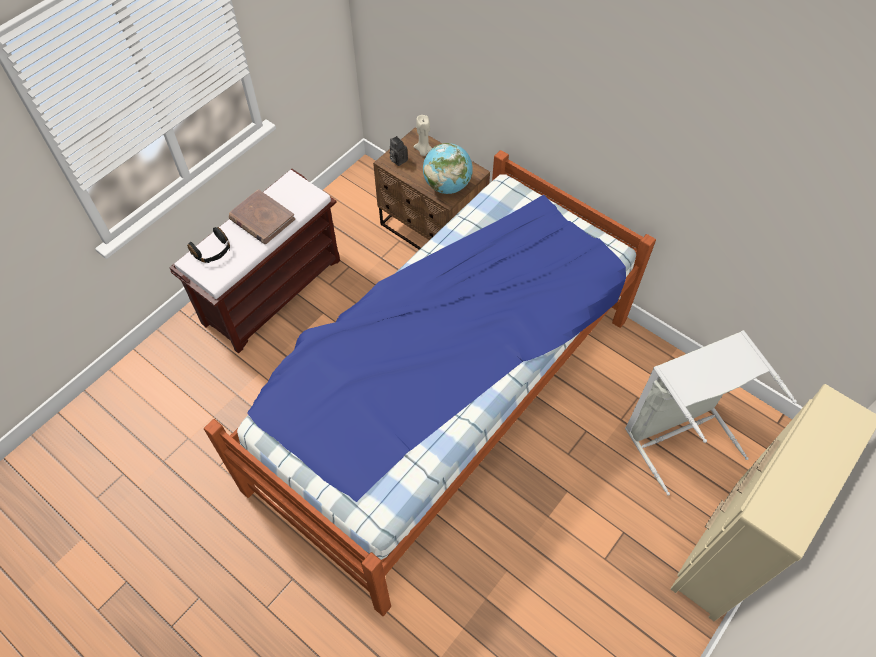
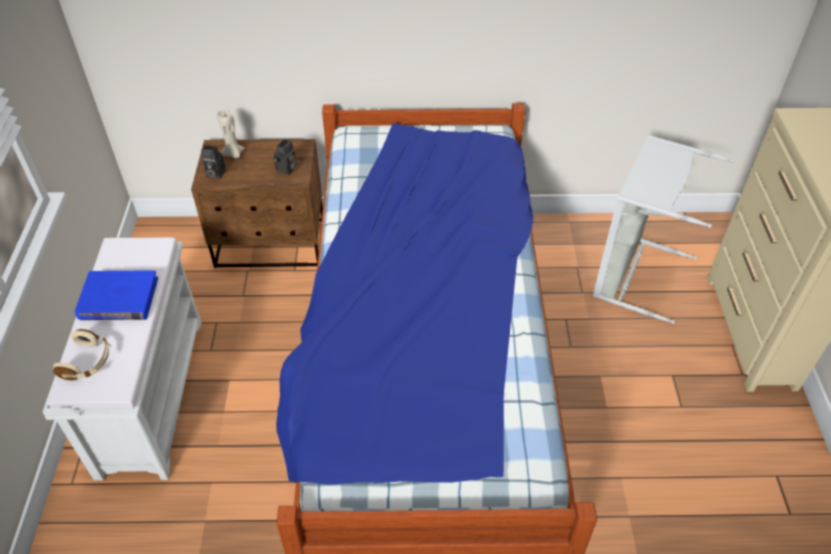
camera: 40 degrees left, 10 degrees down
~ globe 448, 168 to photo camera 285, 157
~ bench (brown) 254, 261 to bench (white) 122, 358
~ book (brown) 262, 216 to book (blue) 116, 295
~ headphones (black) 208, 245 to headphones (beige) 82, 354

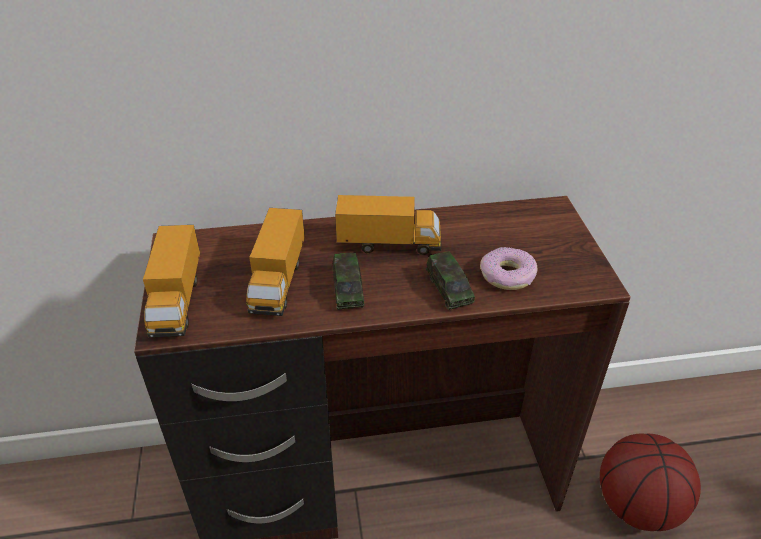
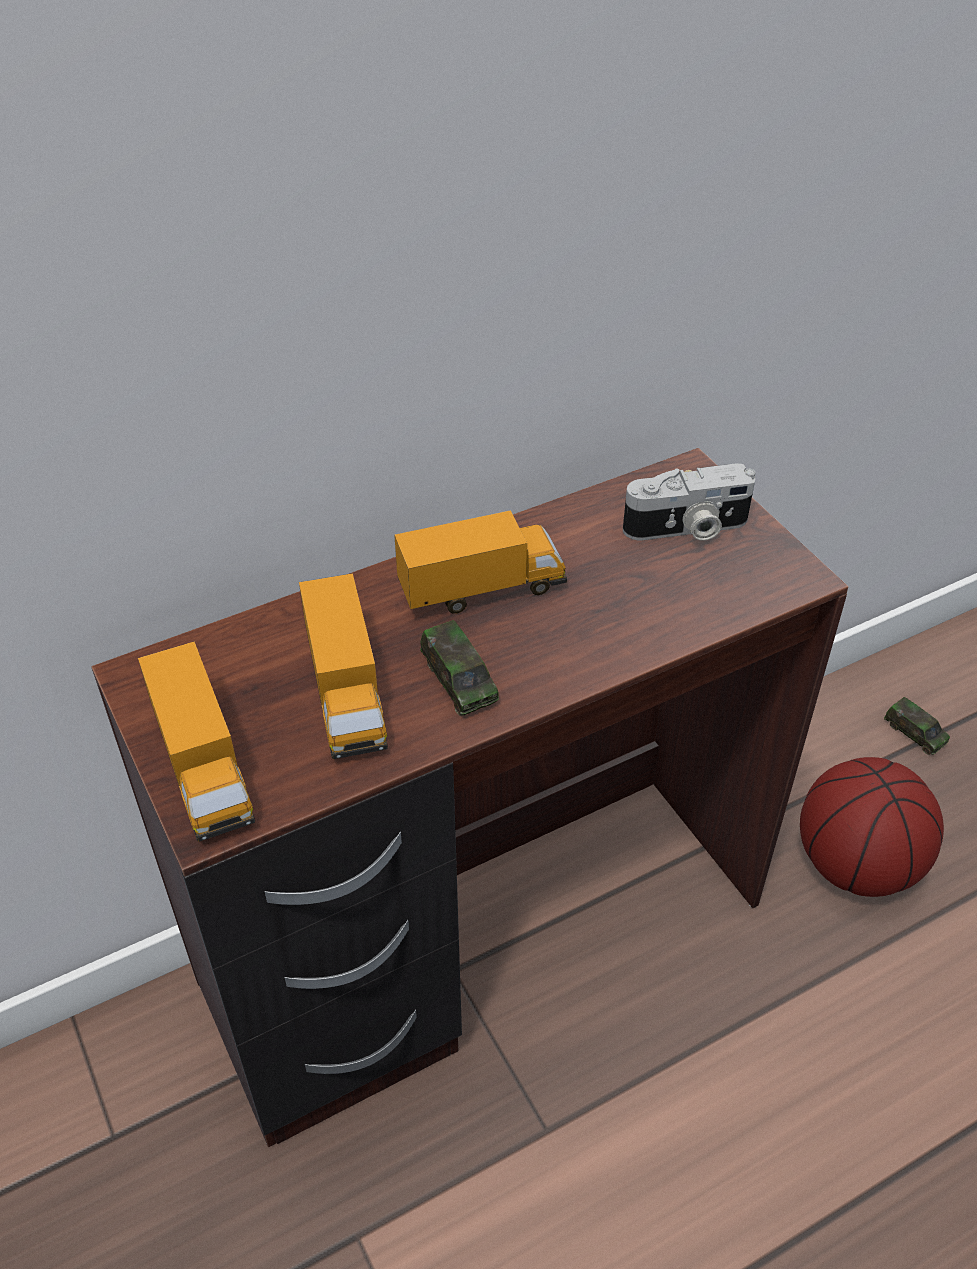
camera: 20 degrees left, 5 degrees up
- donut 509, 268
~ toy car 450, 280 to 917, 726
+ photo camera 689, 502

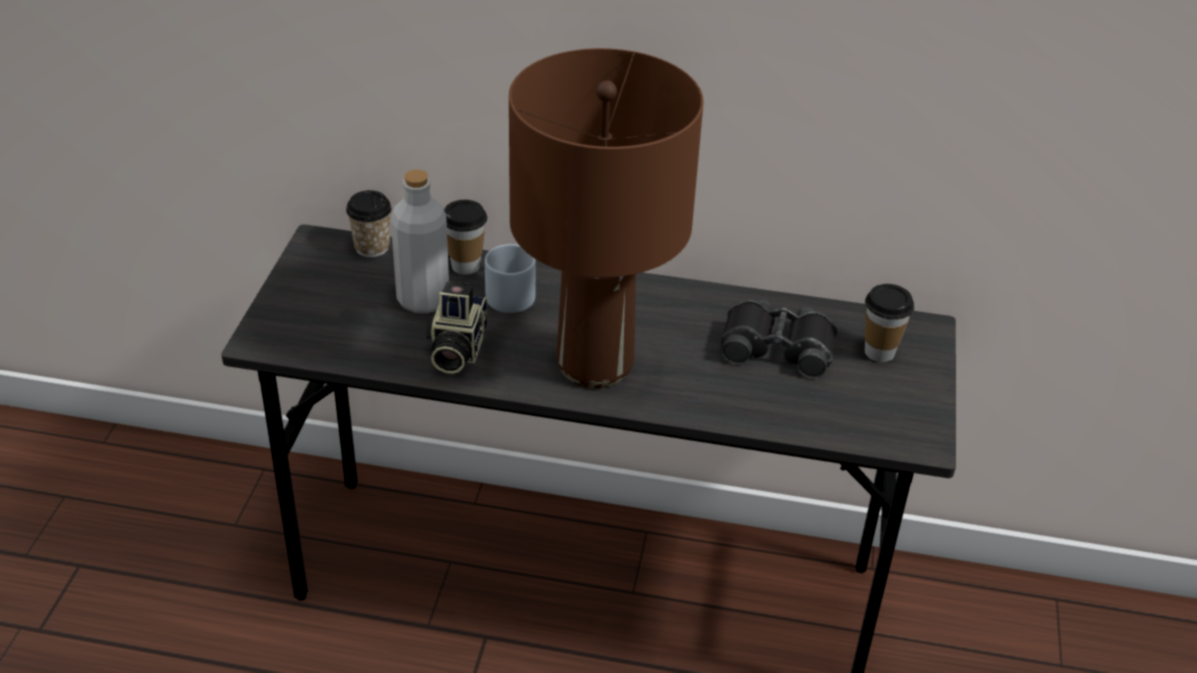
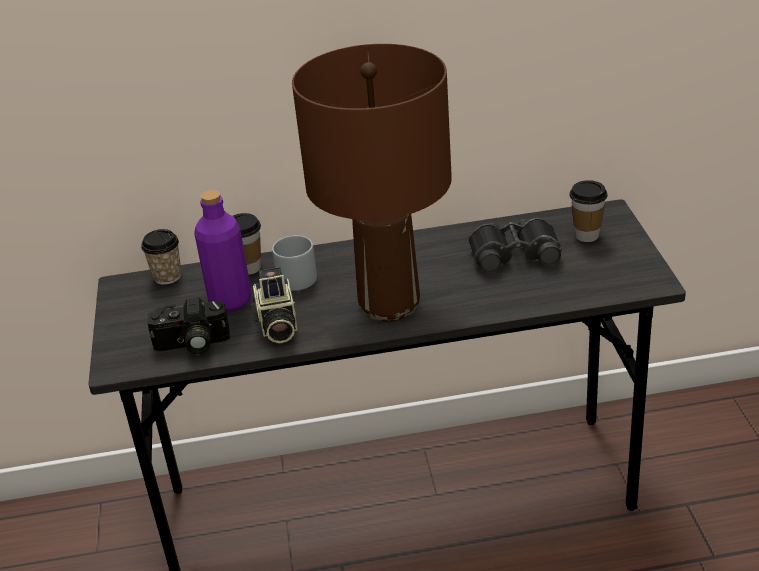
camera: 15 degrees left, 5 degrees down
~ bottle (grey) 420, 241 to bottle (purple) 223, 250
+ photo camera 188, 326

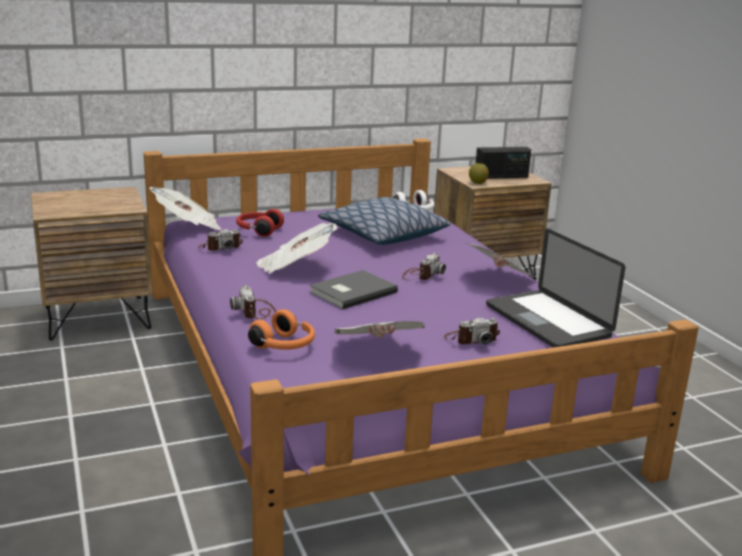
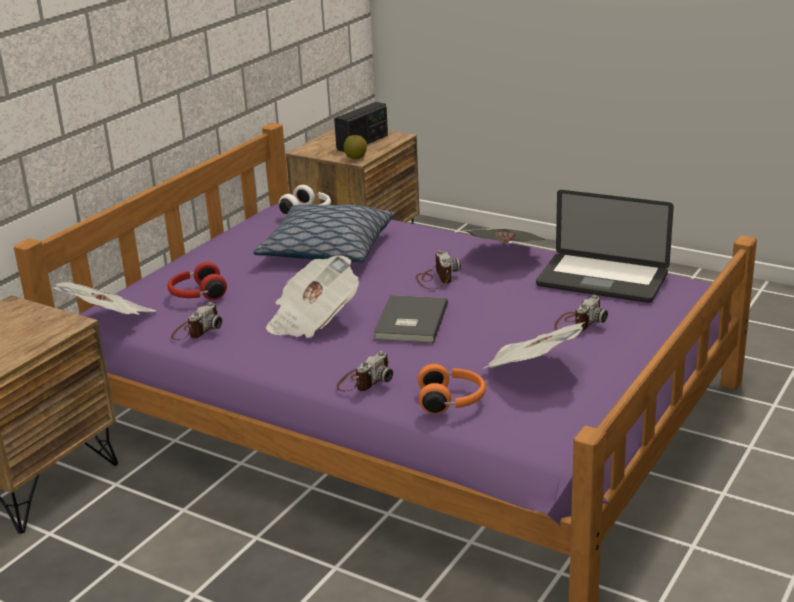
camera: 35 degrees left, 5 degrees up
~ photo camera 253, 302 = 365, 371 90 degrees counterclockwise

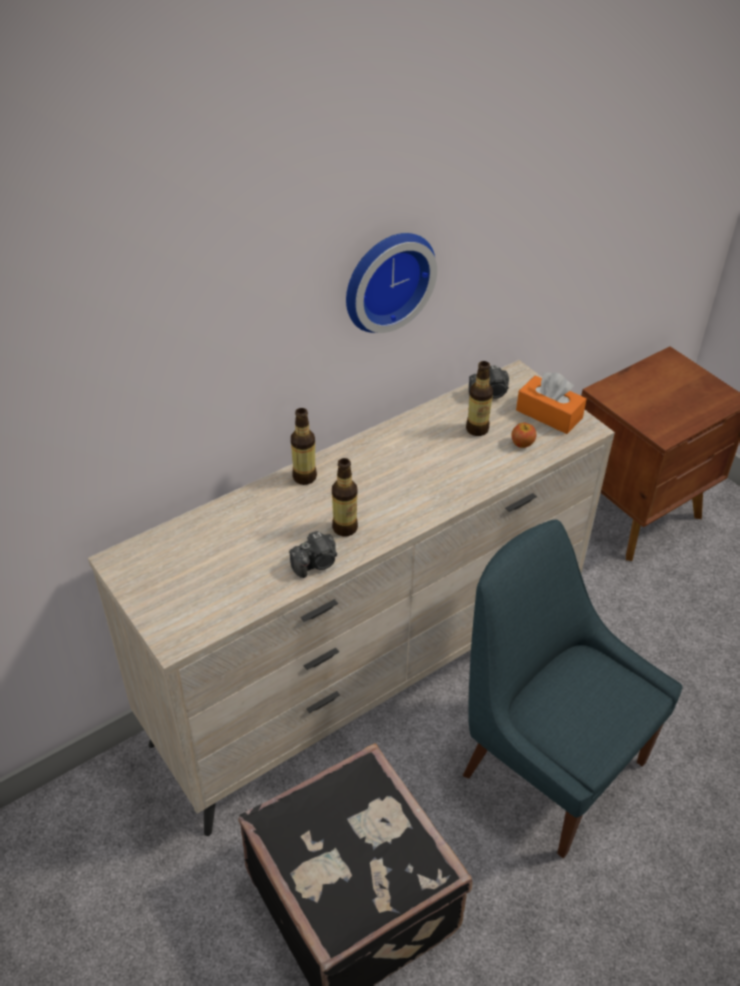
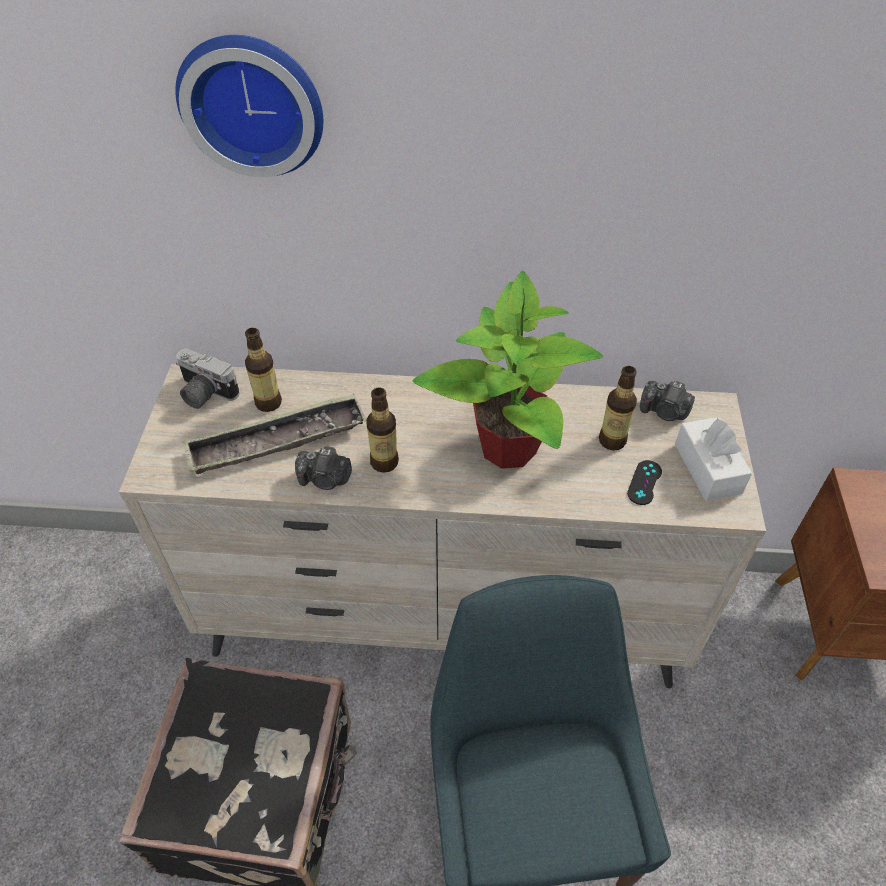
camera: 40 degrees right, 5 degrees up
~ wall clock 391, 283 to 249, 106
~ tissue box (orange) 551, 403 to tissue box (white) 713, 459
~ bottle 304, 446 to 263, 370
~ apple 523, 435 to game controller (black) 644, 482
+ potted plant 508, 370
+ photo camera 208, 379
+ tray 275, 434

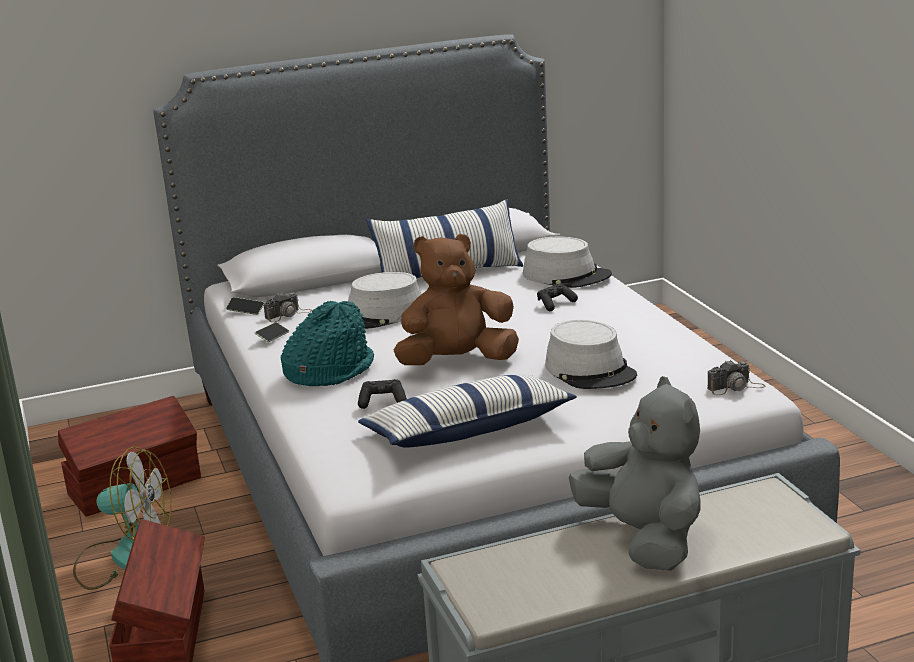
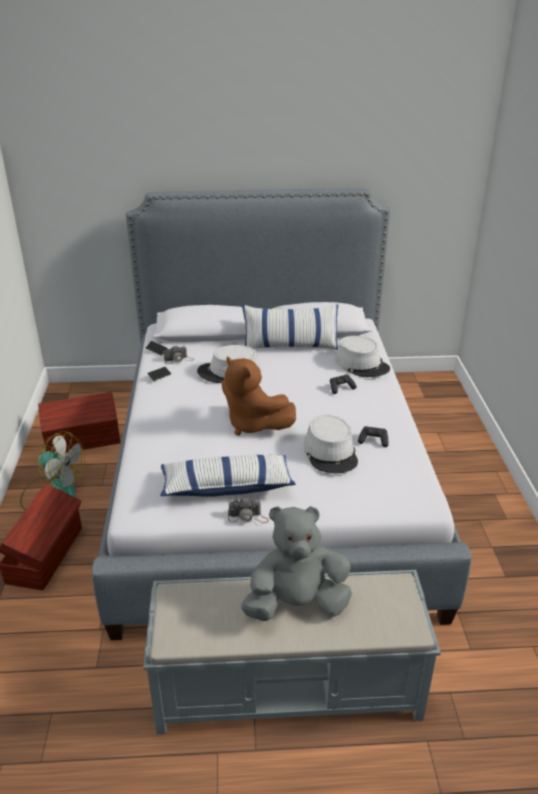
camera: 15 degrees right, 10 degrees up
~ plush toy (brown) 456, 299 = 258, 395 135 degrees counterclockwise
- hat (turquoise) 327, 343
~ photo camera 736, 377 to 248, 510
~ plush toy (grey) 634, 473 = 296, 563 90 degrees counterclockwise
~ game controller (black) 382, 394 to 373, 436

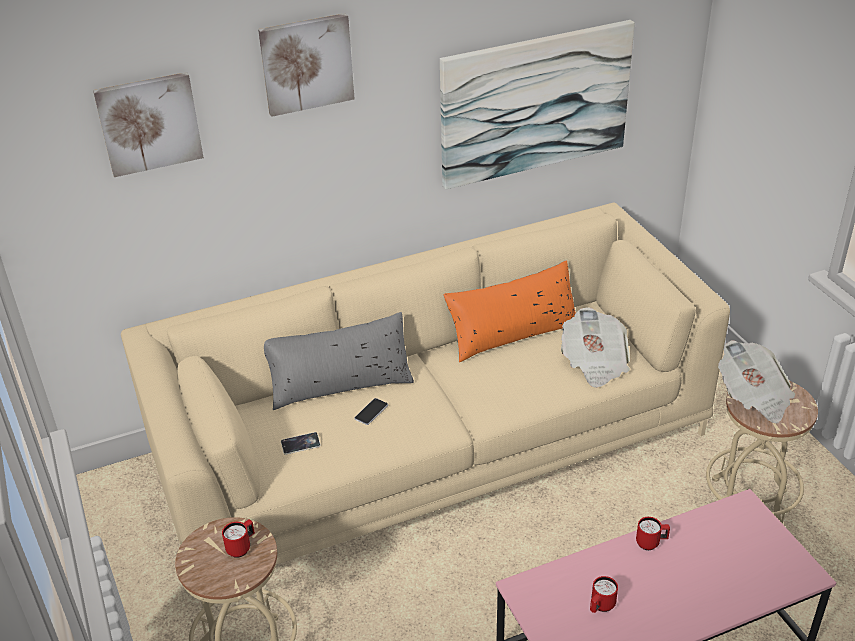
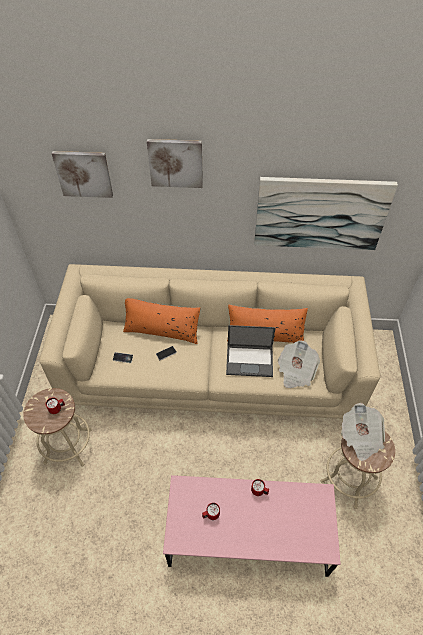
camera: 25 degrees right, 15 degrees up
~ pillow (grey) 339, 361 to pillow (orange) 161, 321
+ laptop 251, 351

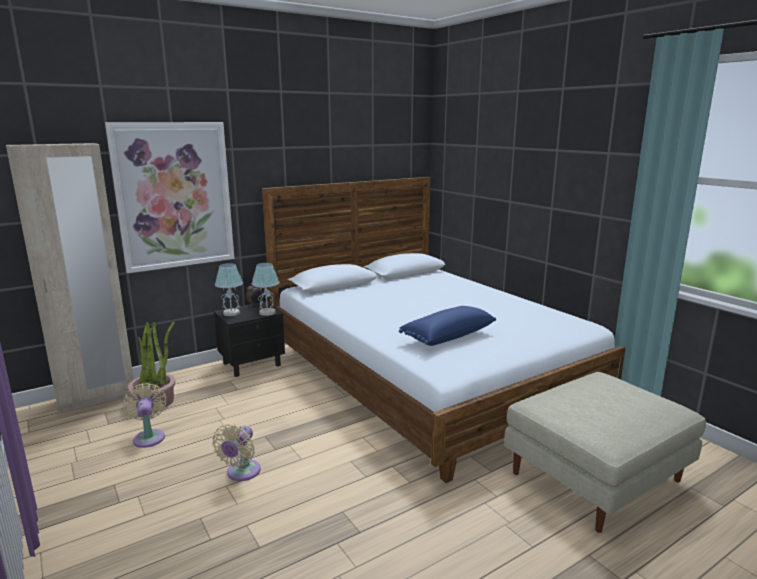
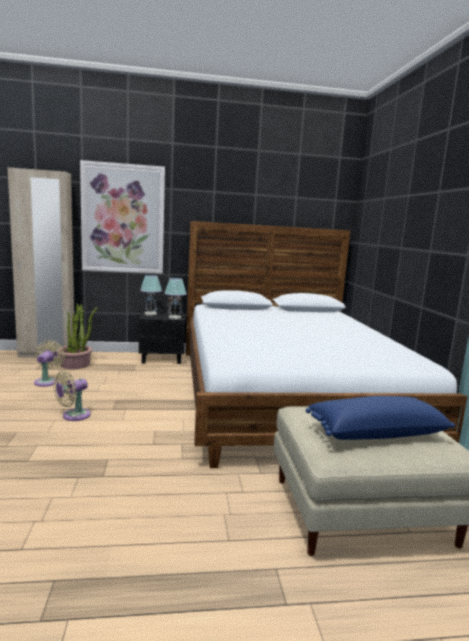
camera: 25 degrees right, 5 degrees down
~ pillow (blue) 447, 326 to 380, 418

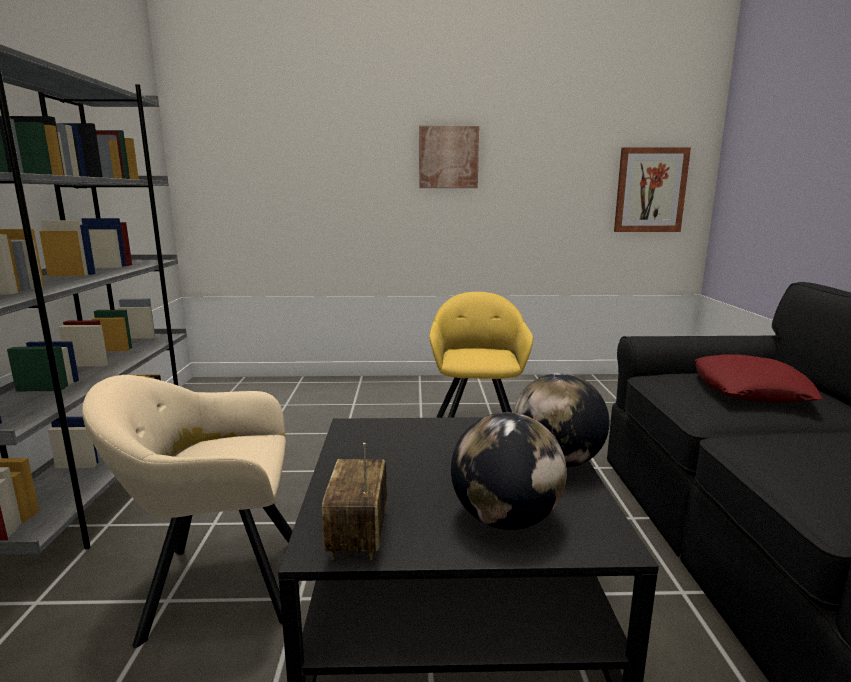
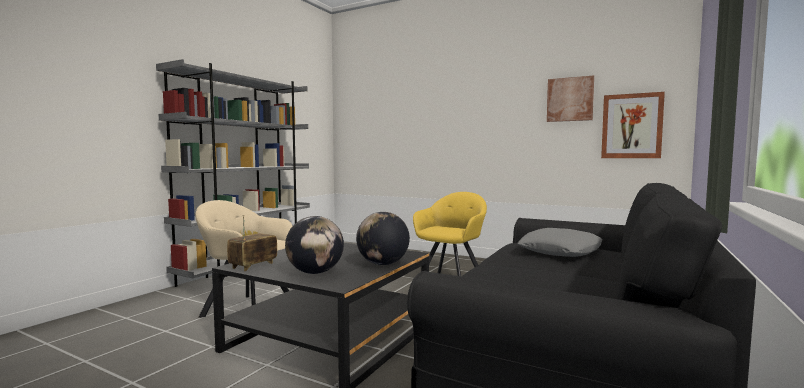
camera: 30 degrees right, 10 degrees down
~ picture 449, 157 to 570, 98
~ pillow (red) 759, 378 to pillow (grey) 560, 242

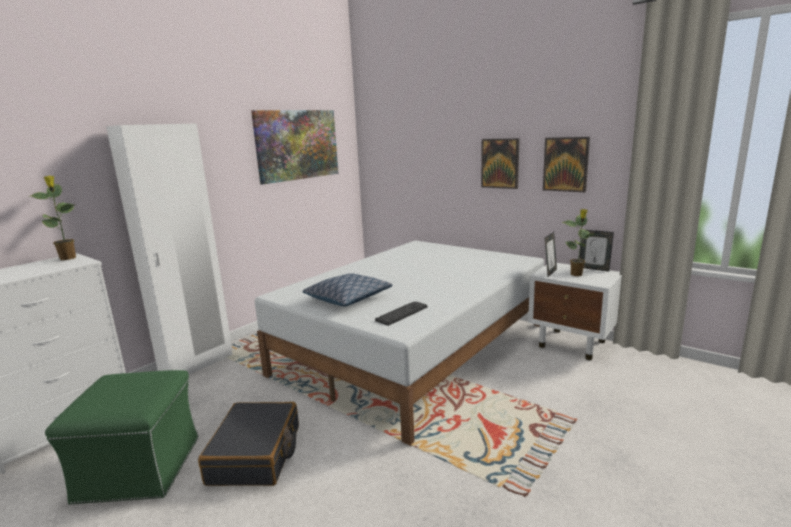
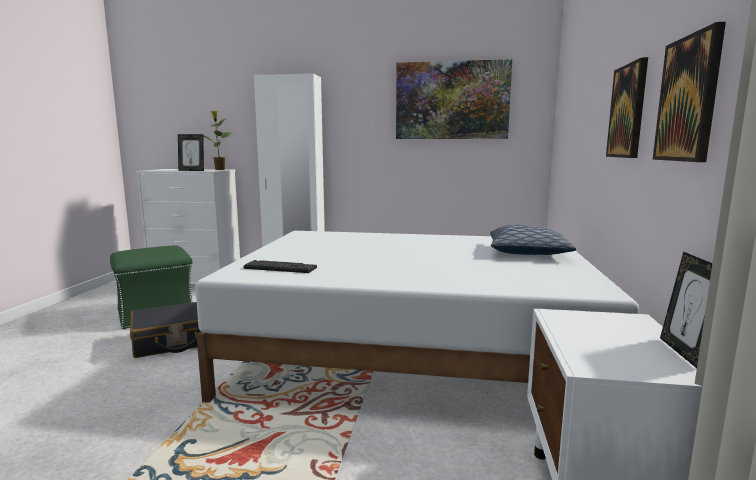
camera: 60 degrees right, 5 degrees down
- potted plant 580, 242
~ picture frame 551, 254 to 191, 152
~ pillow 348, 289 to 533, 239

